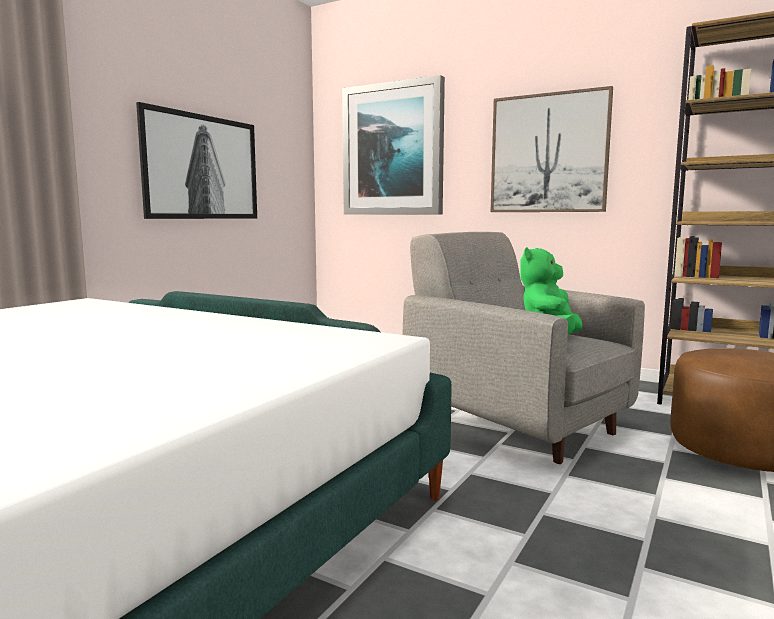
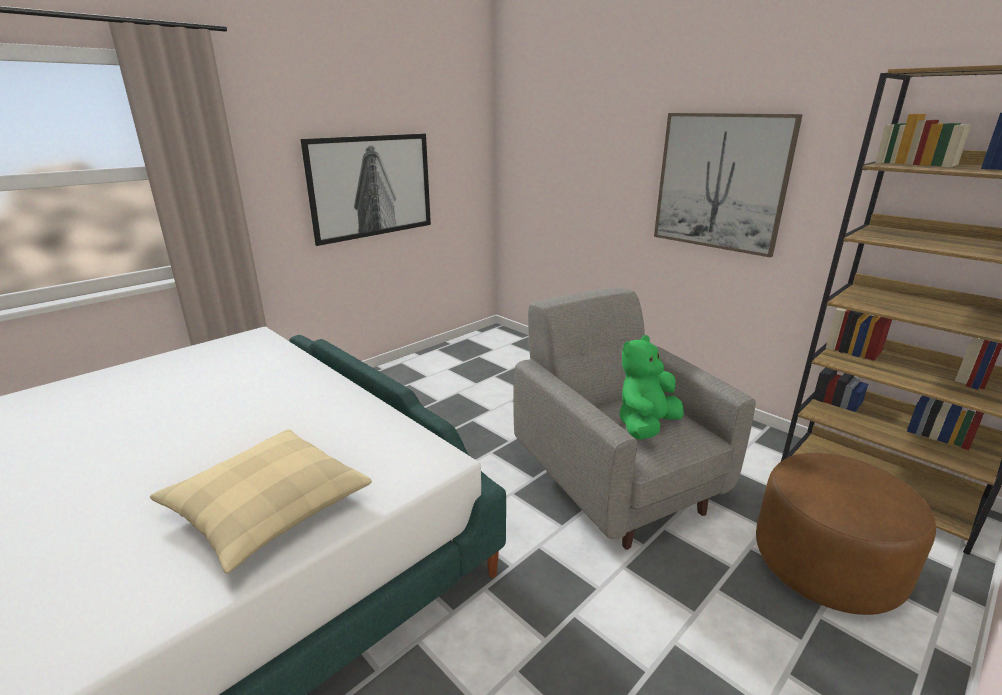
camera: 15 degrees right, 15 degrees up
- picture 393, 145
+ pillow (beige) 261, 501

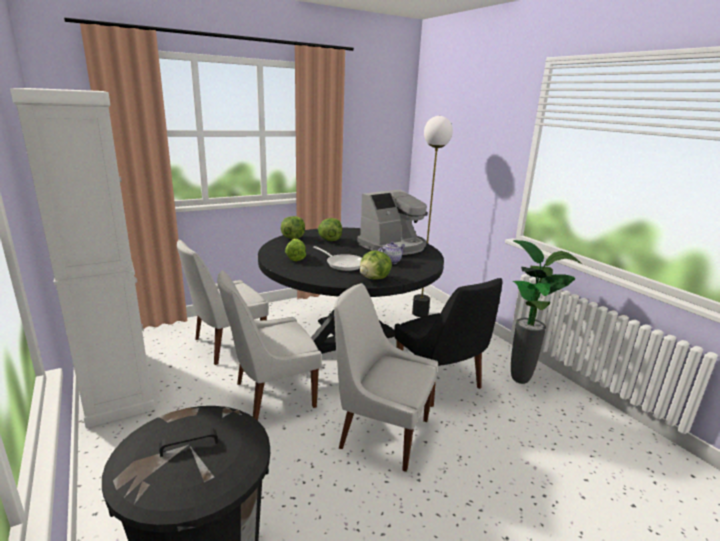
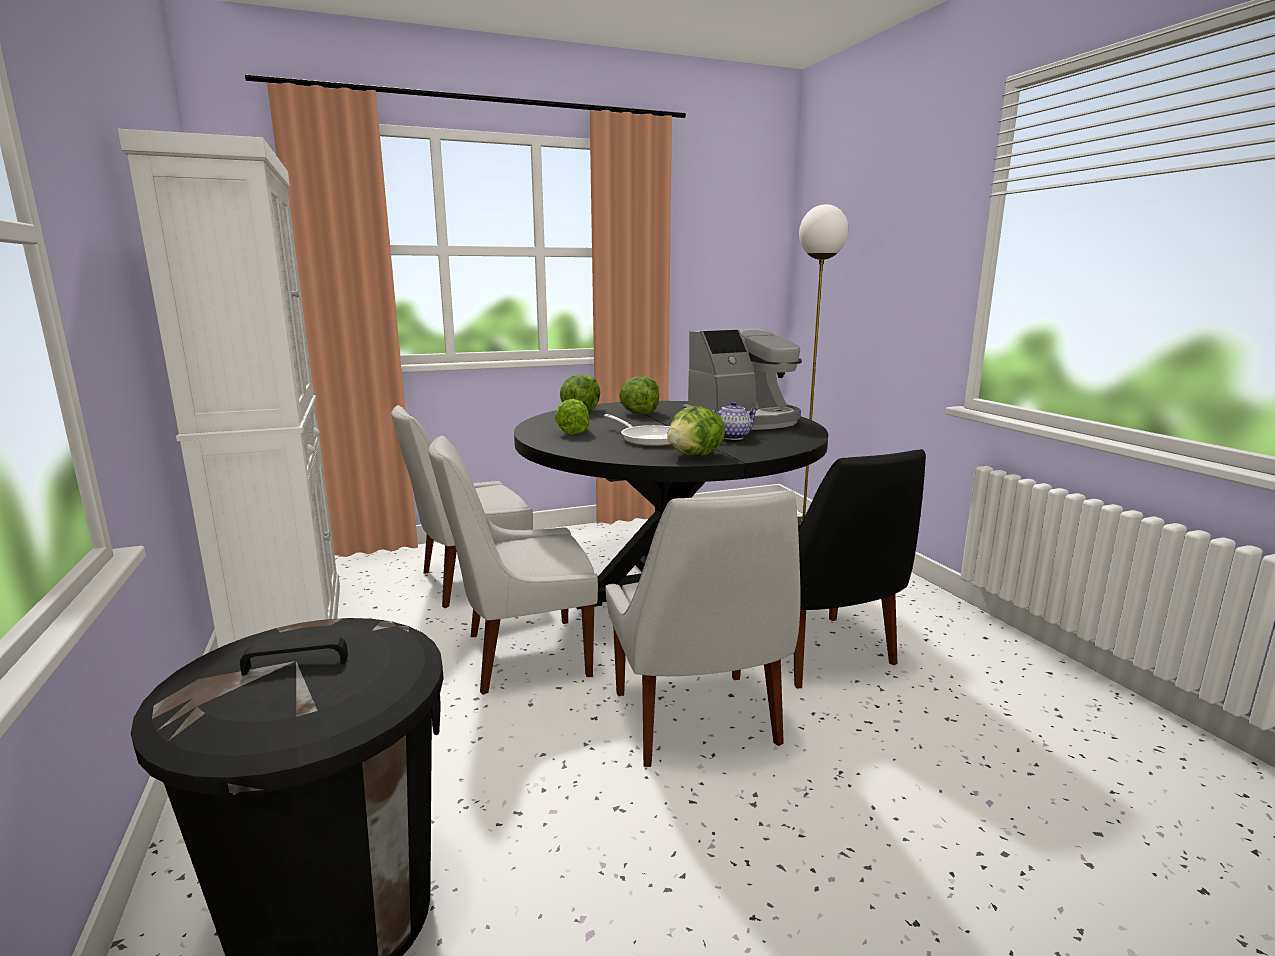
camera: 10 degrees right, 5 degrees down
- potted plant 546, 312
~ chair (white) 386, 377 = 703, 628 135 degrees counterclockwise

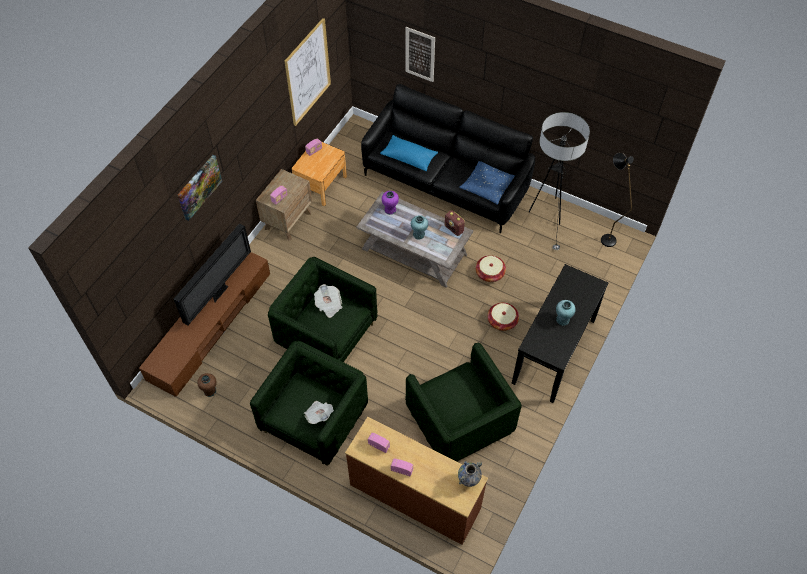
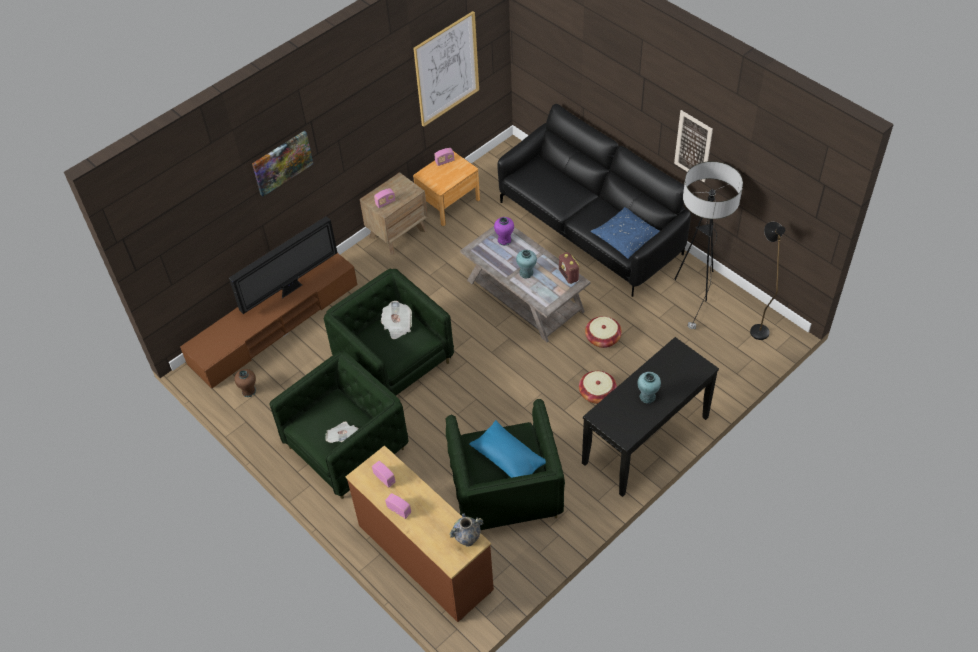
camera: 20 degrees right, 5 degrees down
~ picture 420, 54 to 693, 146
~ pillow (blue) 409, 153 to 507, 449

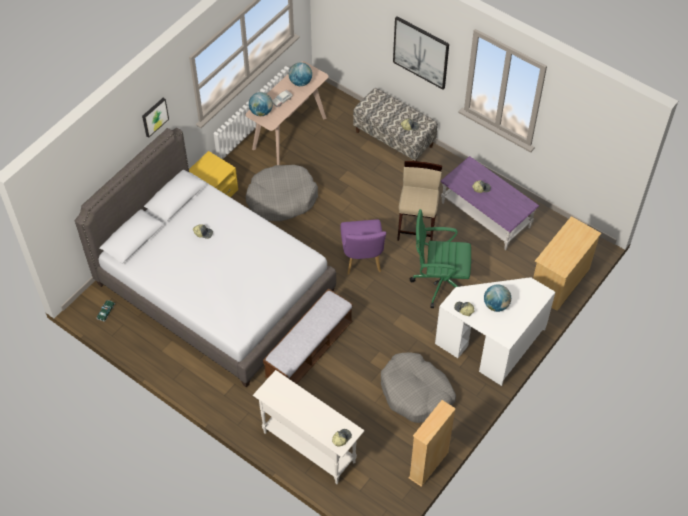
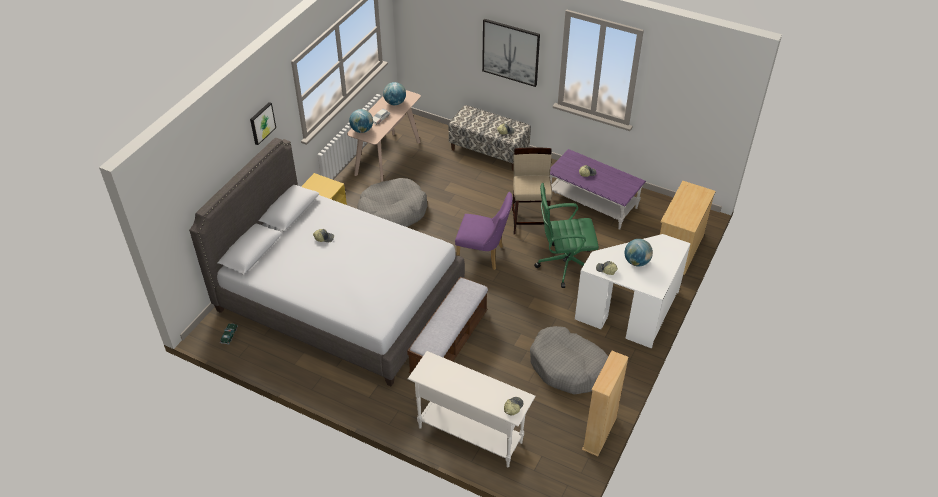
camera: 10 degrees left, 10 degrees down
~ chair (purple) 363, 247 = 483, 231 60 degrees counterclockwise

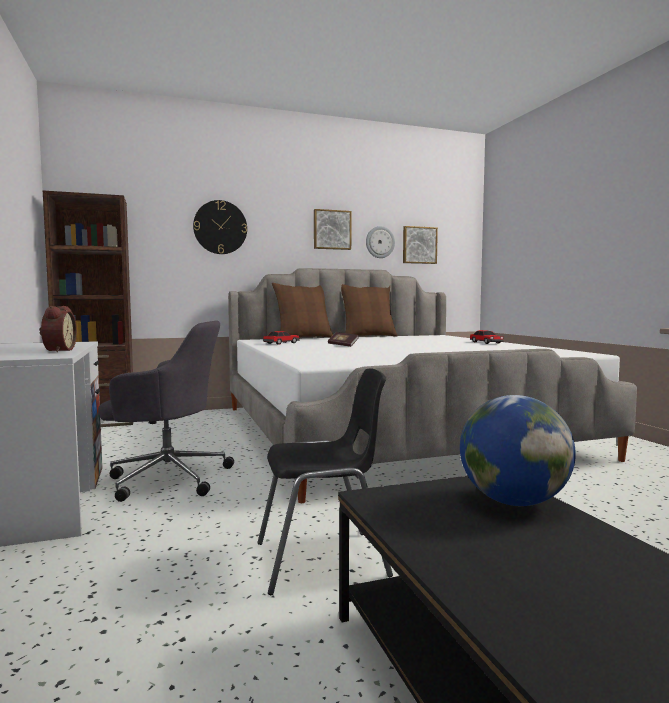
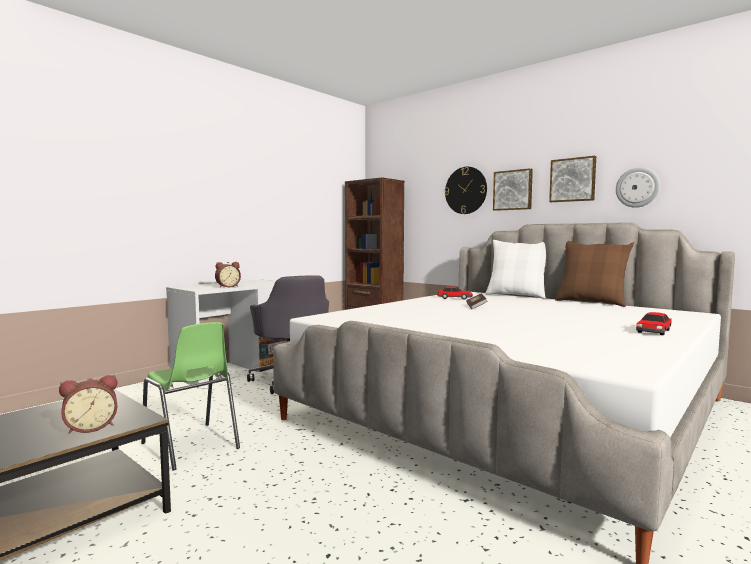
camera: 60 degrees right, 0 degrees up
~ picture 420, 245 to 513, 189
~ pillow (brown) 302, 310 to pillow (white) 515, 269
~ chair (black) 325, 481 to chair (green) 190, 396
~ globe 518, 450 to alarm clock 88, 404

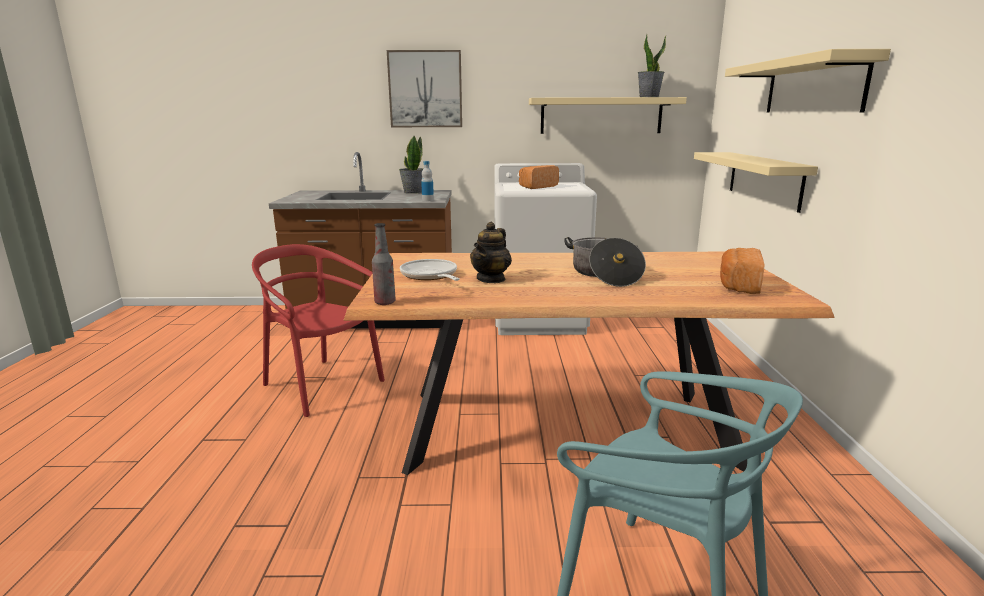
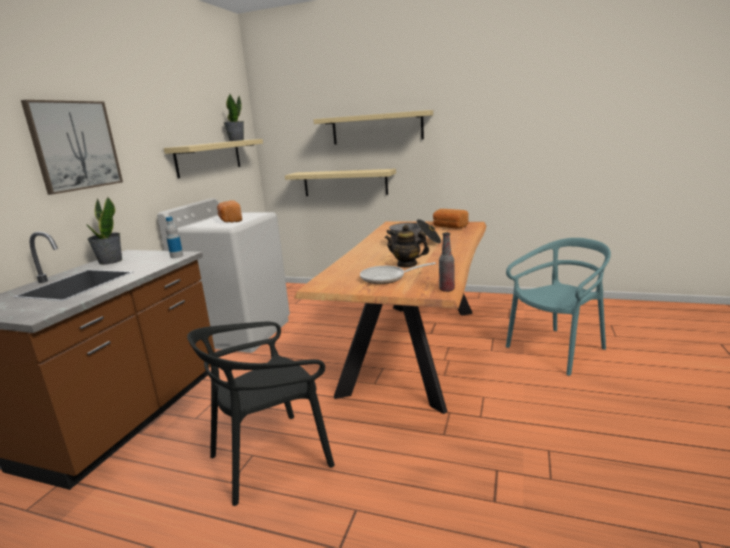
camera: 70 degrees left, 0 degrees up
~ teapot 491, 252 = 407, 246 150 degrees clockwise
~ chair (red) 318, 330 to chair (black) 261, 414

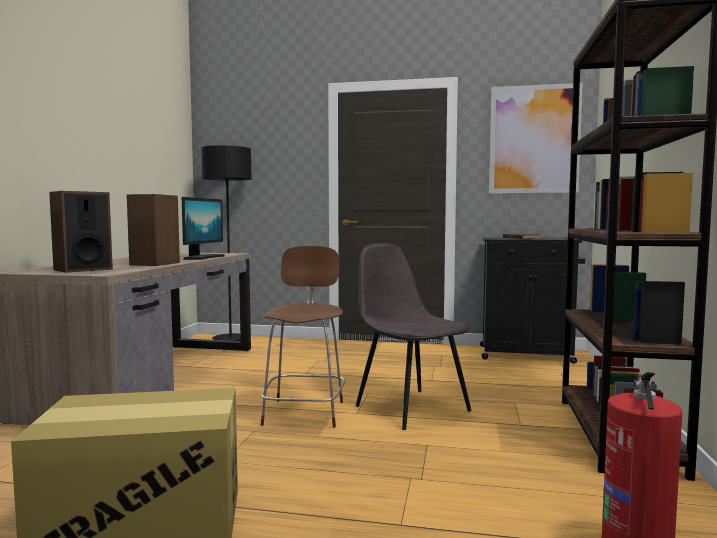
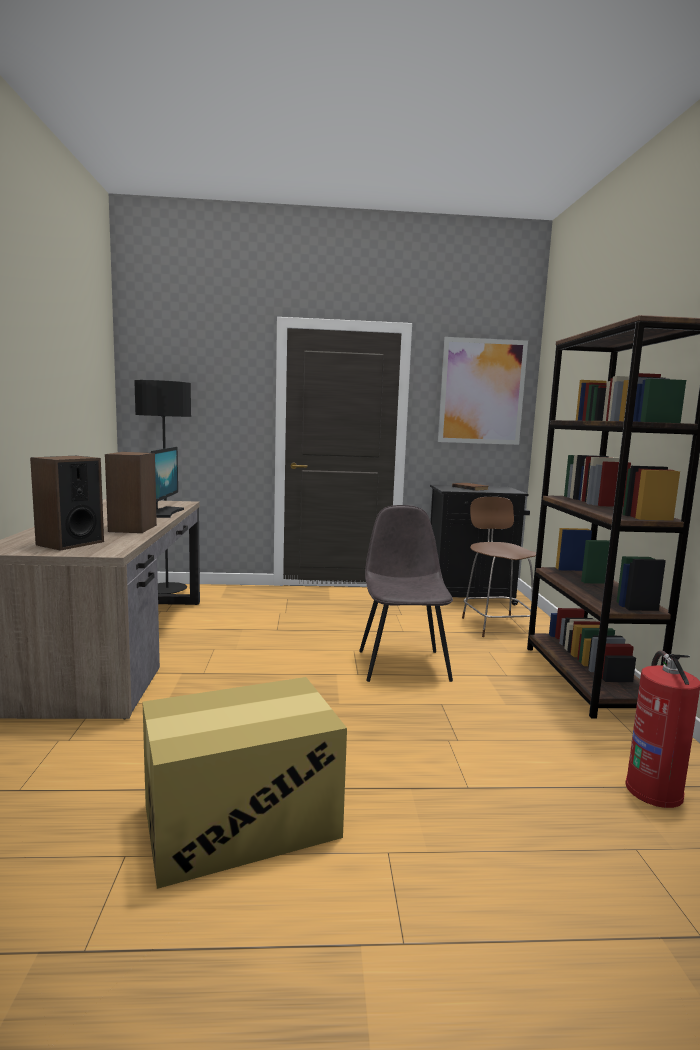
camera: 15 degrees left, 5 degrees up
~ chair (grey) 413, 336 = 406, 593 45 degrees clockwise
~ chair (brown) 303, 337 to 499, 567

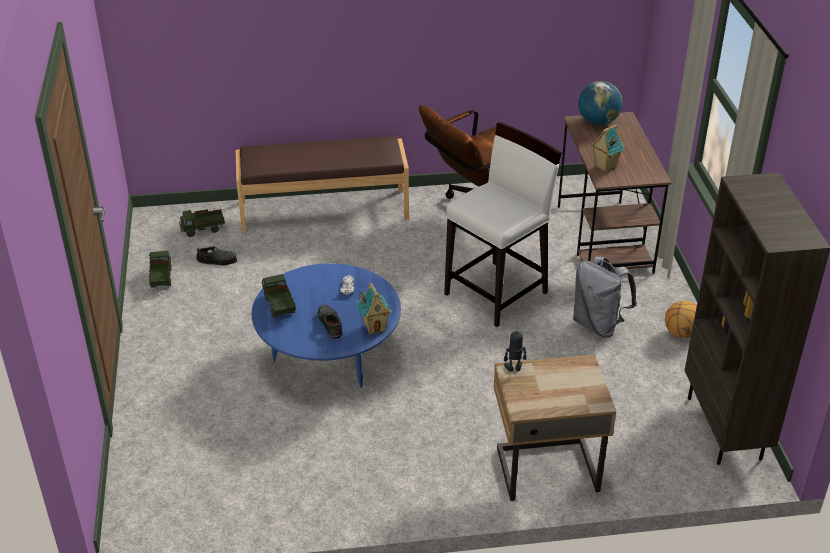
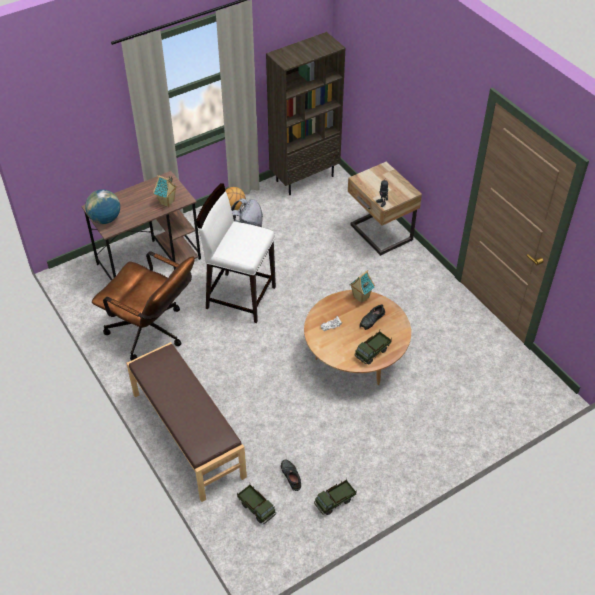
camera: 115 degrees left, 10 degrees up
~ coffee table (blue) 326, 325 to coffee table (brown) 357, 337

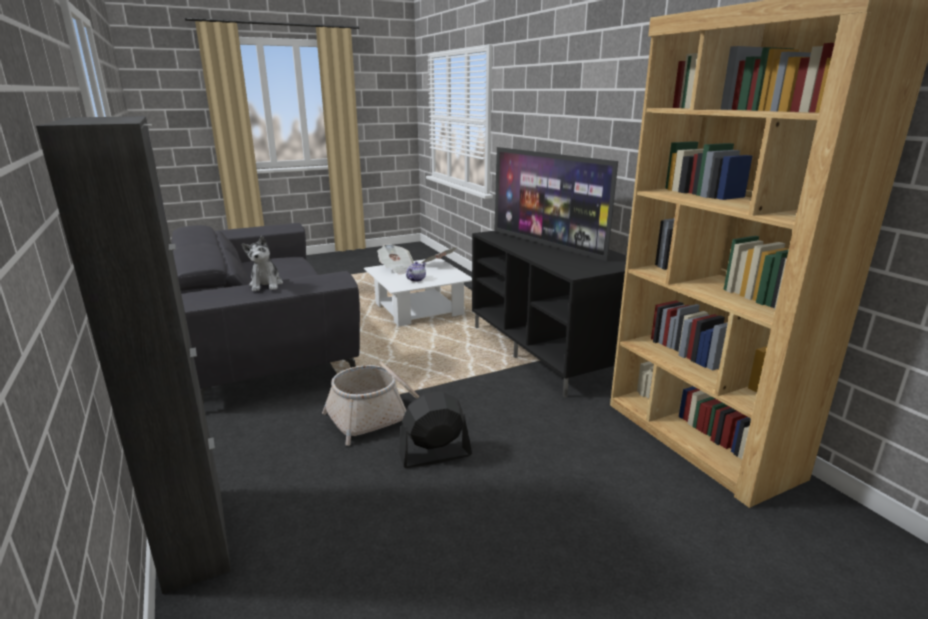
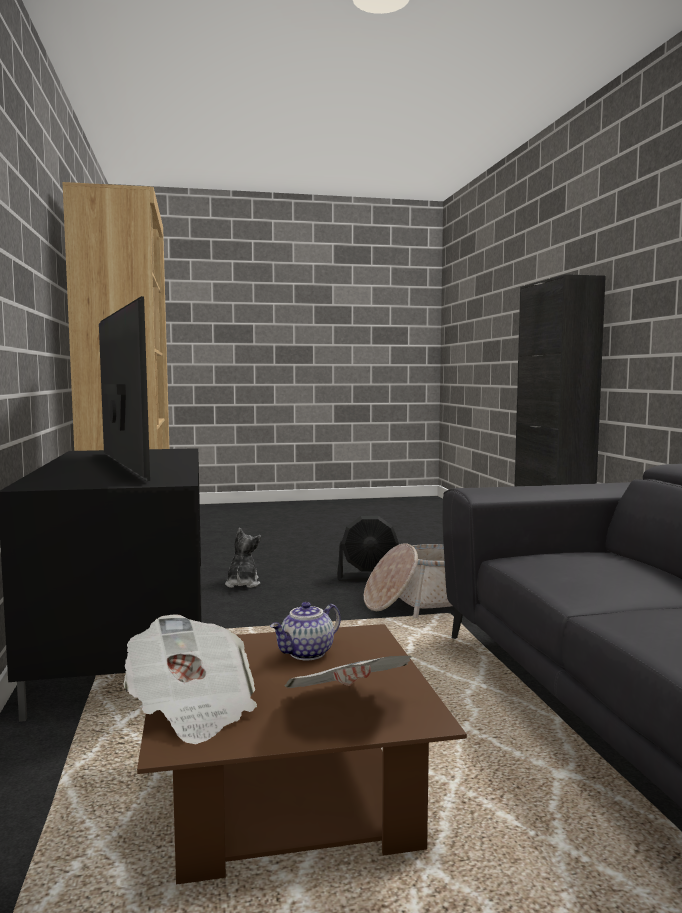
camera: 165 degrees left, 15 degrees down
~ plush toy 262, 263 to 243, 558
~ coffee table (white) 418, 292 to coffee table (brown) 302, 754

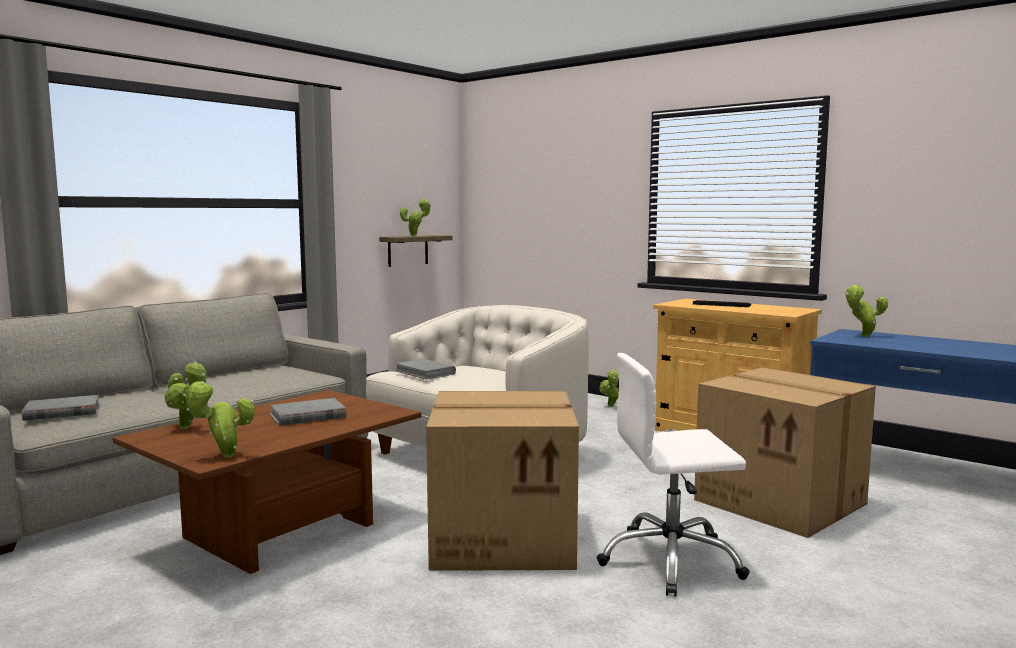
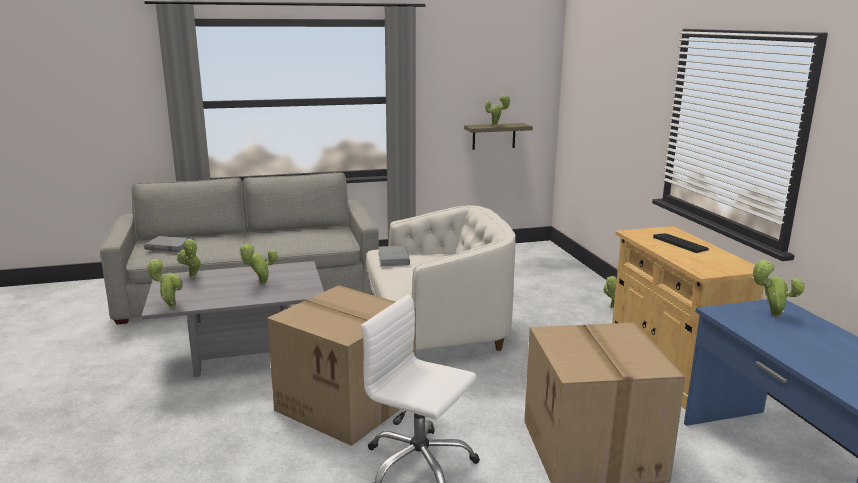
camera: 35 degrees right, 10 degrees up
~ coffee table (brown) 267, 482 to coffee table (grey) 233, 319
~ book (grey) 308, 412 to potted plant 258, 264

